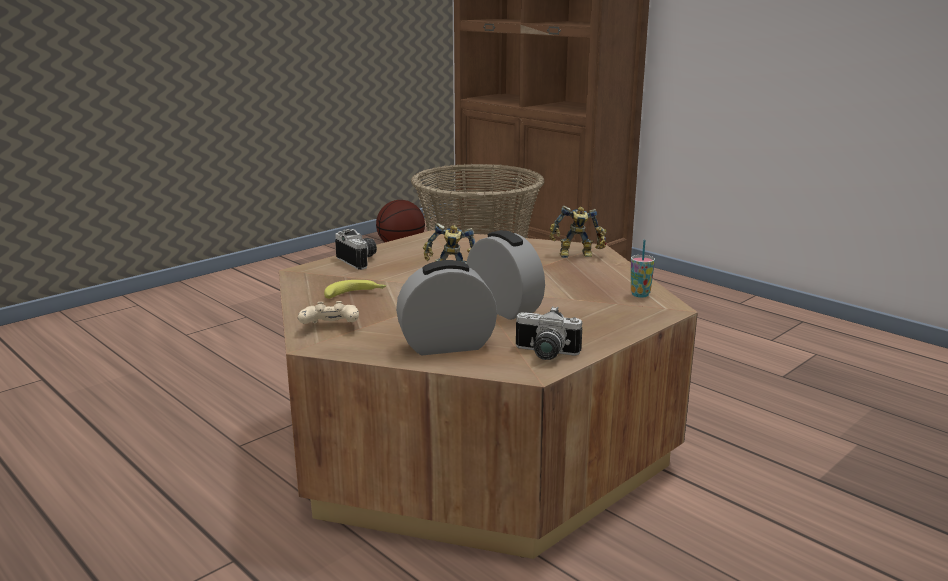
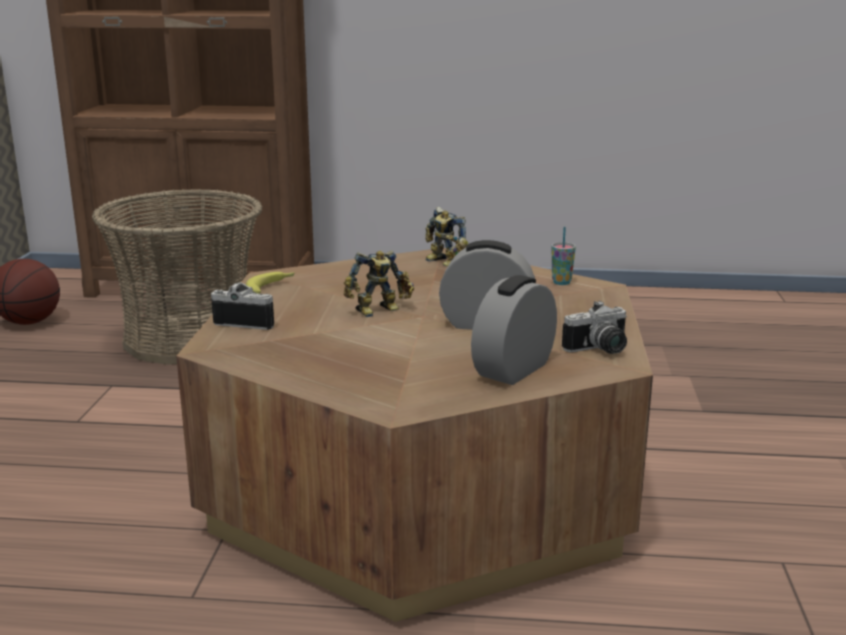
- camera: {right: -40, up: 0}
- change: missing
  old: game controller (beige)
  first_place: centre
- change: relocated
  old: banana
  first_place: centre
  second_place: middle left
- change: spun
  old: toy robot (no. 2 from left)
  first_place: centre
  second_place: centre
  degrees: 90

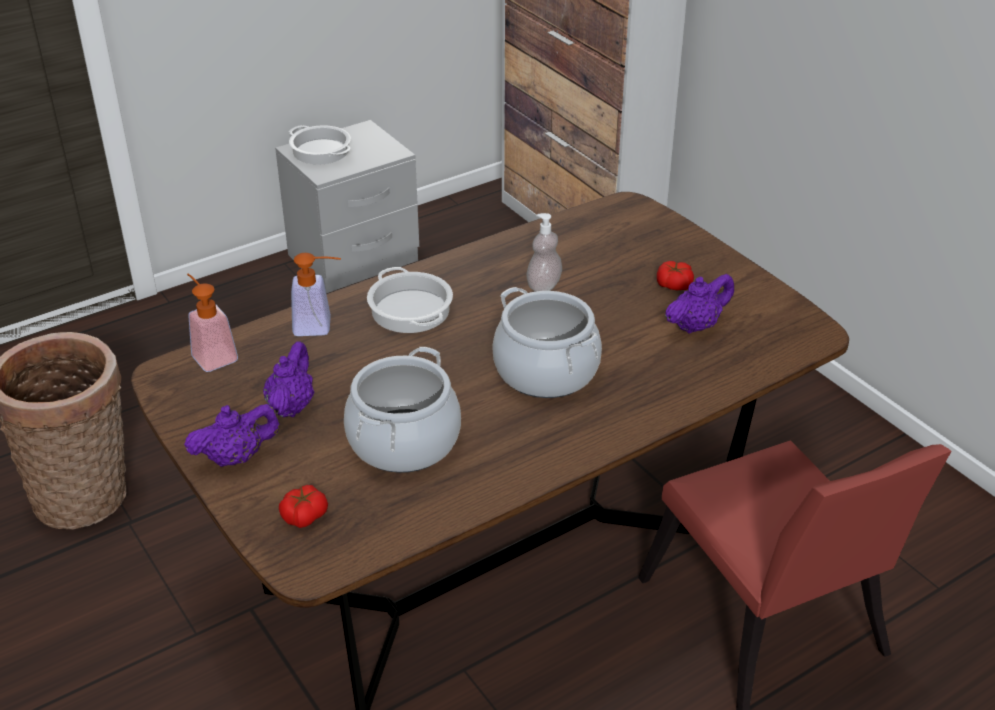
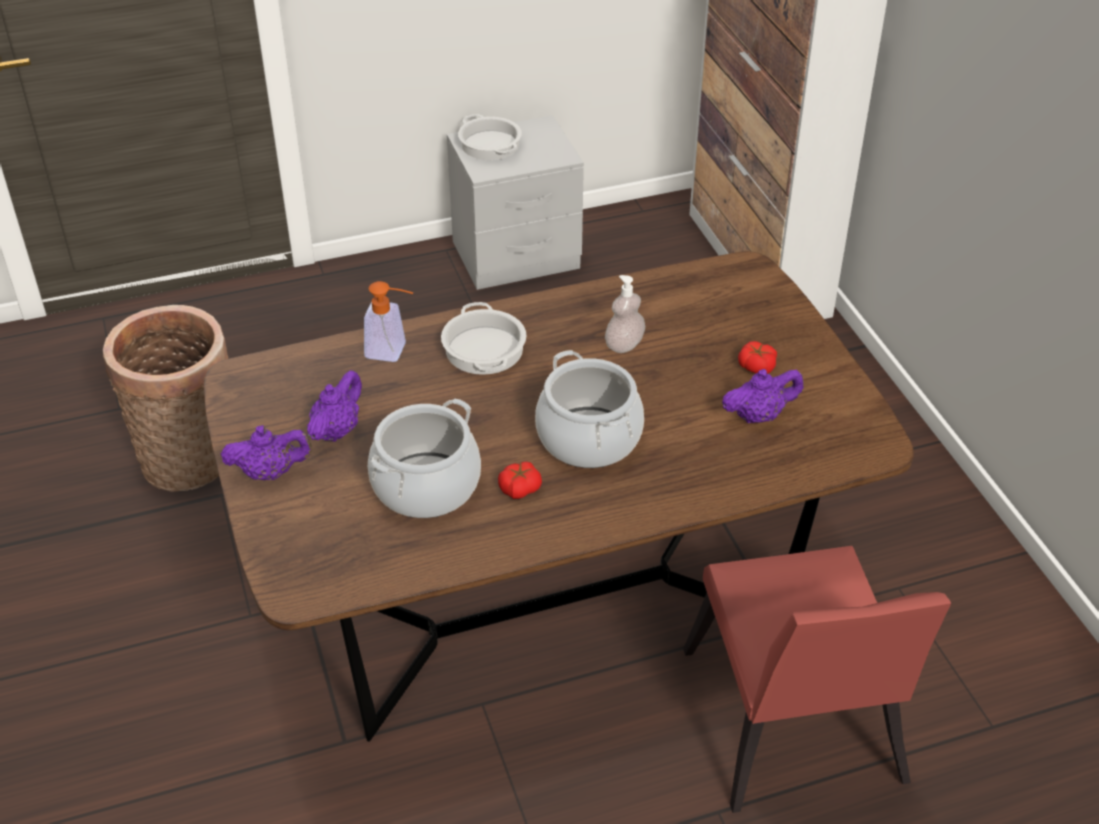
- camera: {right: 15, up: 5}
- change: missing
  old: soap dispenser (no. 1 from left)
  first_place: middle left
- change: relocated
  old: tomato (no. 1 from left)
  first_place: bottom left
  second_place: centre

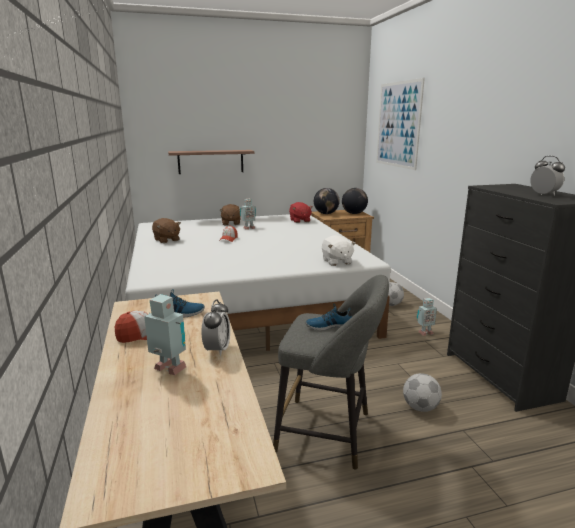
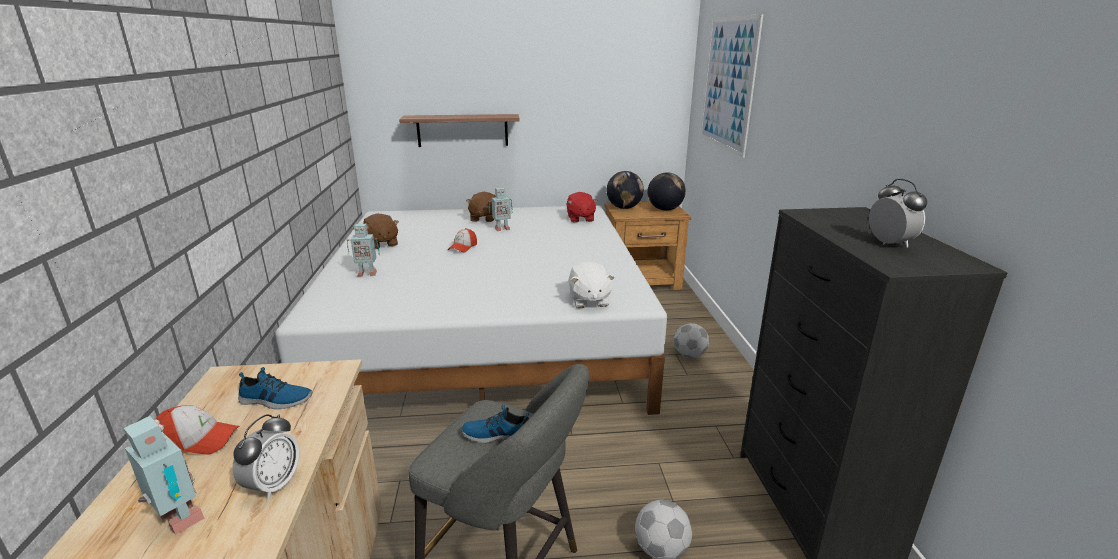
- camera: {right: 10, up: 5}
- change: relocated
  old: toy robot (no. 3 from left in the first image)
  new: toy robot (no. 2 from left)
  first_place: middle right
  second_place: middle left

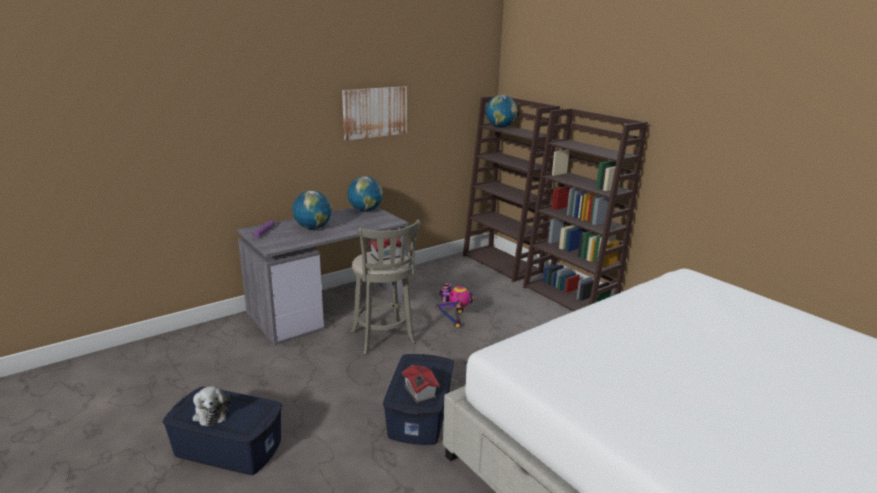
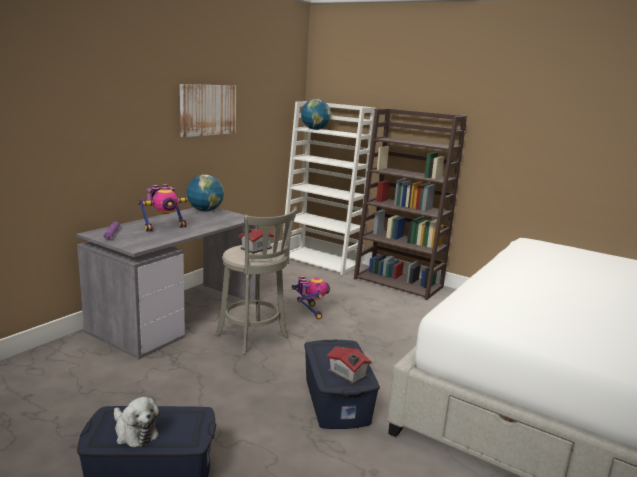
- camera: {right: -20, up: -5}
- change: exchanged
  old: globe (no. 1 from left)
  new: toy robot (no. 1 from left)
  first_place: centre
  second_place: middle left
- change: colour
  old: bookcase (brown) (no. 1 from left)
  new: bookcase (white)
  first_place: centre
  second_place: centre

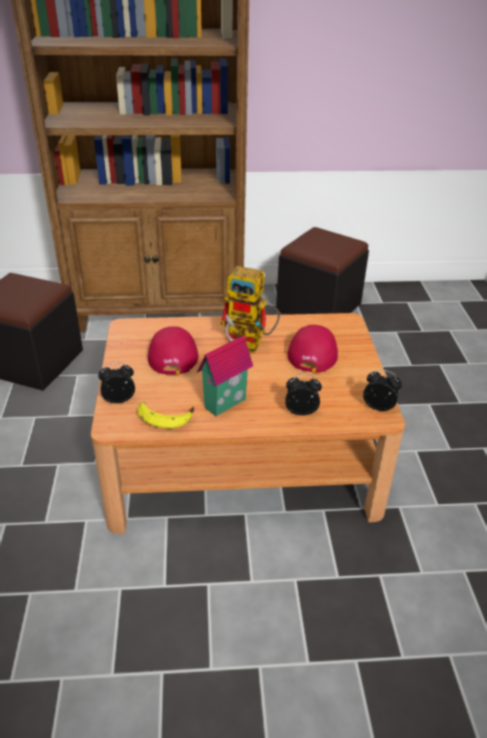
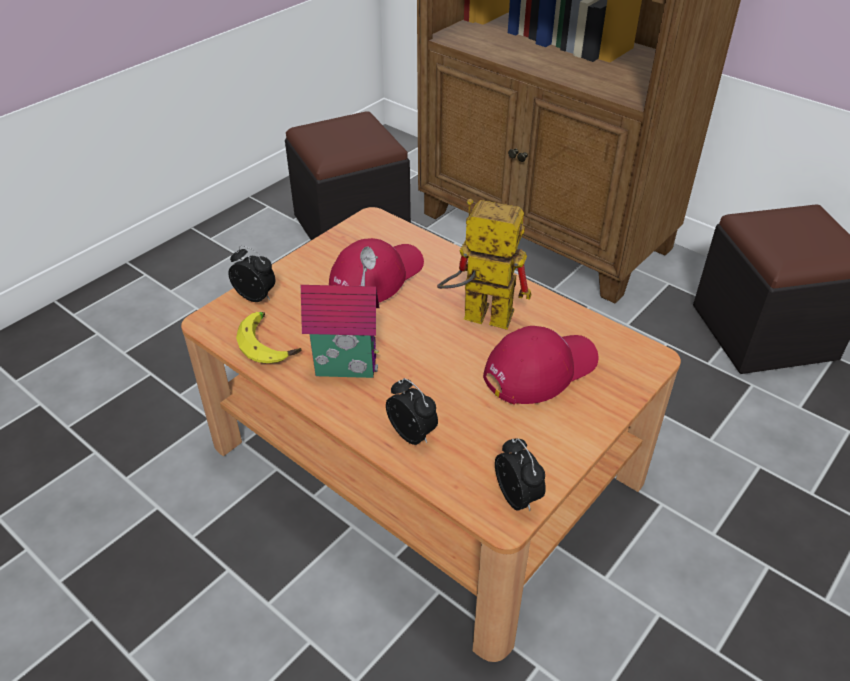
- camera: {right: 45, up: 5}
- change: spun
  old: toy robot
  first_place: centre
  second_place: centre
  degrees: 135

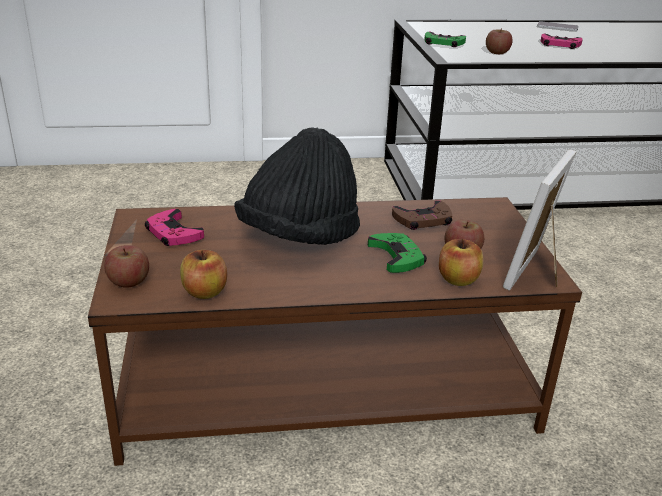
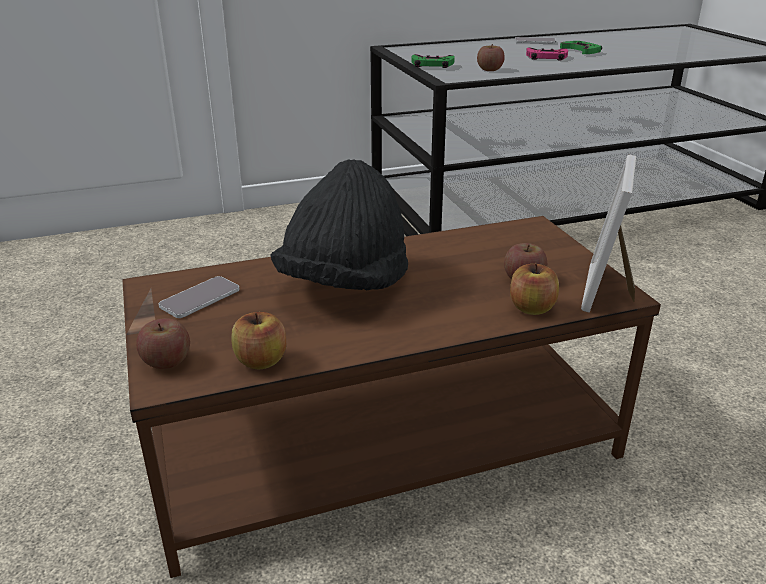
- camera: {right: -10, up: 0}
- change: exchanged
  old: game controller (pink) (no. 1 from left)
  new: phone (no. 1 from left)
  first_place: middle left
  second_place: middle left
- change: relocated
  old: game controller (green) (no. 1 from left in the first image)
  new: game controller (green) (no. 2 from left)
  first_place: centre
  second_place: top right
- change: missing
  old: game controller (brown)
  first_place: centre

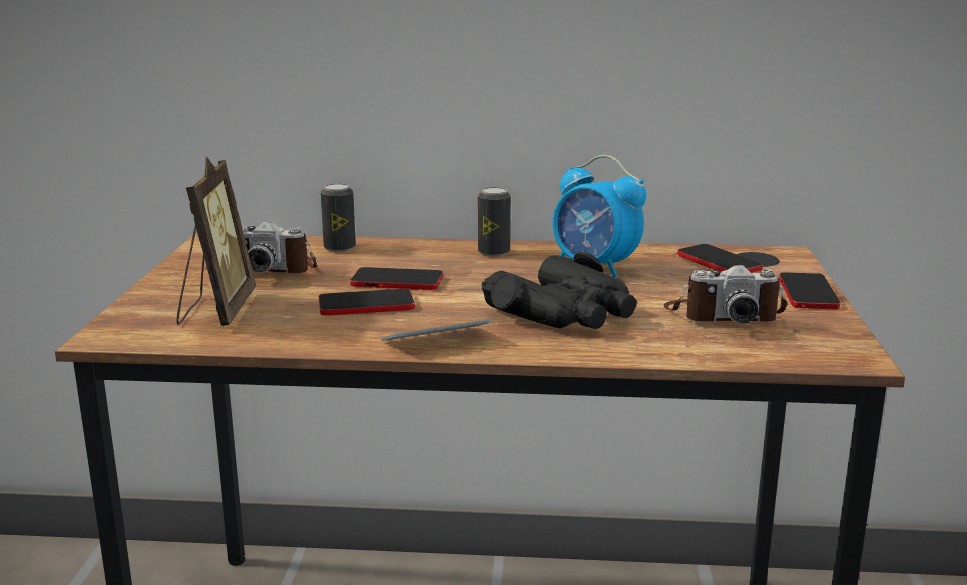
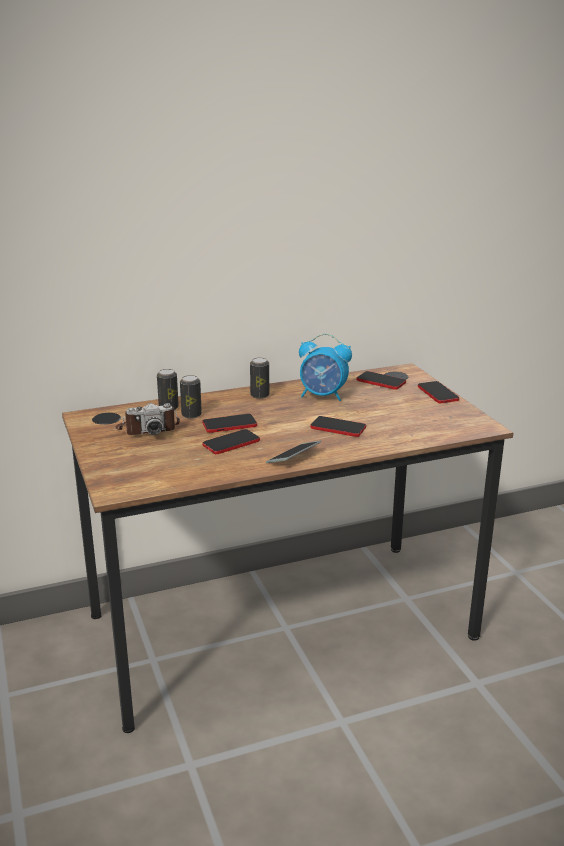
- camera: {right: -25, up: 5}
- change: missing
  old: picture frame
  first_place: middle left
- change: exchanged
  old: binoculars (black)
  new: phone (no. 4 from left)
  first_place: centre
  second_place: centre
- change: missing
  old: photo camera (no. 2 from left)
  first_place: middle right
- change: appeared
  new: can (no. 2 from left)
  second_place: centre

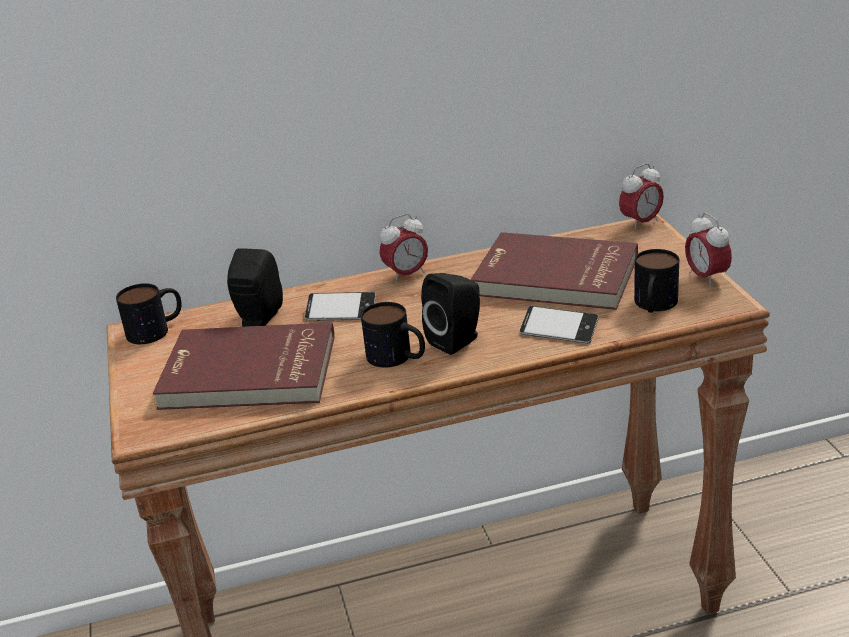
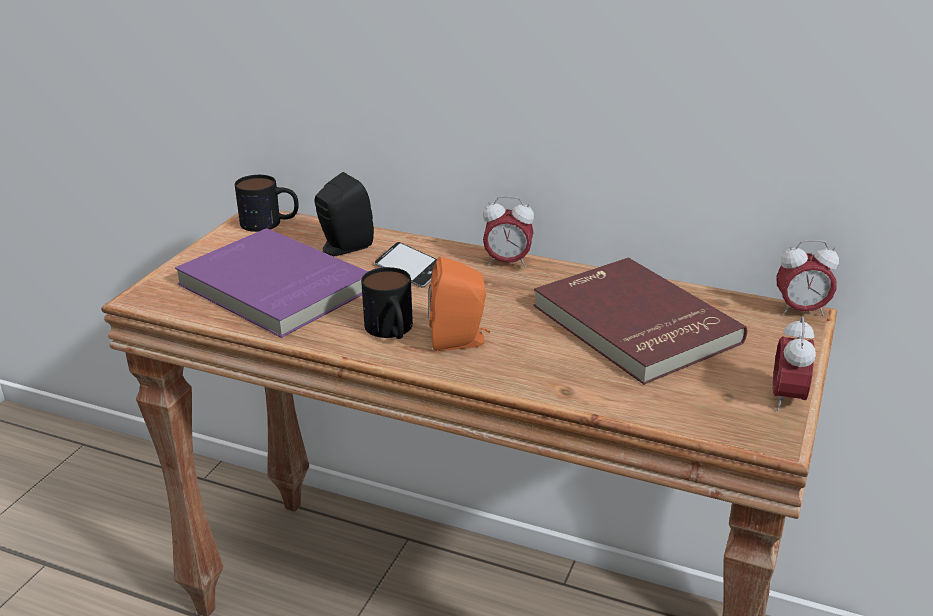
- camera: {right: 35, up: 0}
- change: colour
  old: book (red) (no. 1 from left)
  new: book (purple)
  first_place: middle left
  second_place: middle left
- change: colour
  old: speaker (black) (no. 2 from left)
  new: speaker (orange)
  first_place: centre
  second_place: centre
- change: missing
  old: phone (no. 2 from left)
  first_place: centre
- change: missing
  old: mug (no. 3 from left)
  first_place: middle right

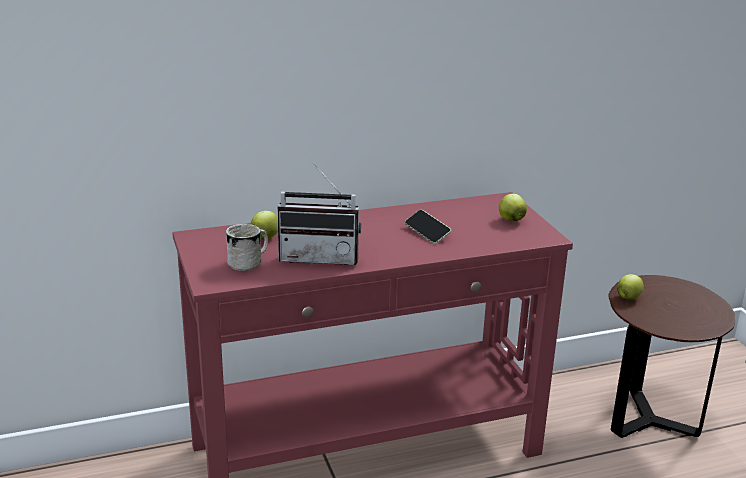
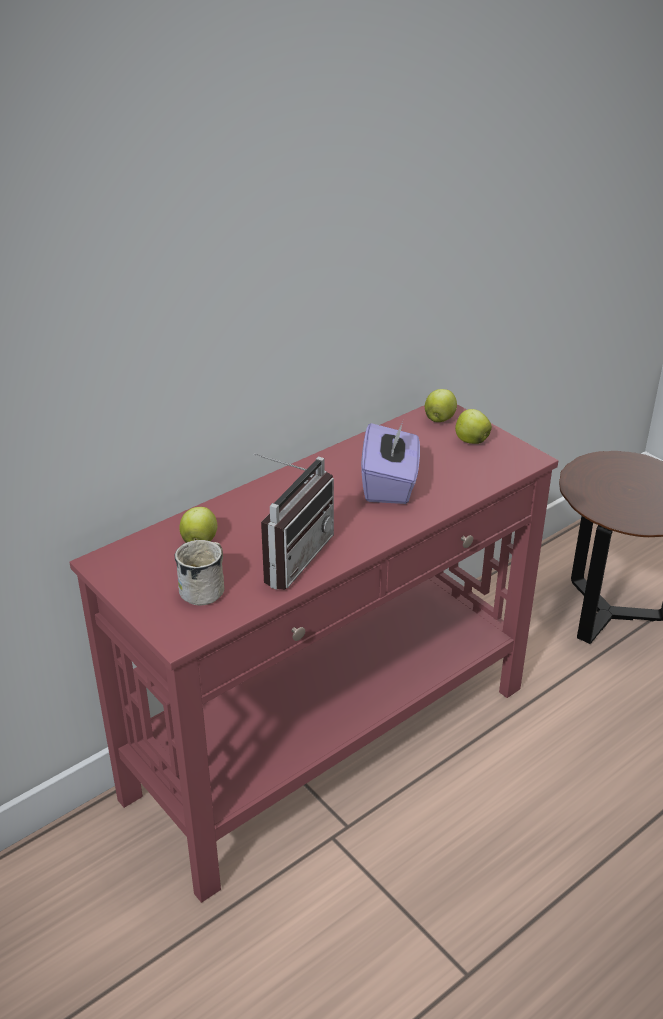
- camera: {right: -20, up: 10}
- change: spun
  old: radio
  first_place: centre
  second_place: centre
  degrees: -45
- change: exchanged
  old: phone
  new: tissue box (purple)
  first_place: centre
  second_place: centre
- change: relocated
  old: apple (no. 3 from left in the first image)
  new: apple (no. 2 from left)
  first_place: middle right
  second_place: centre

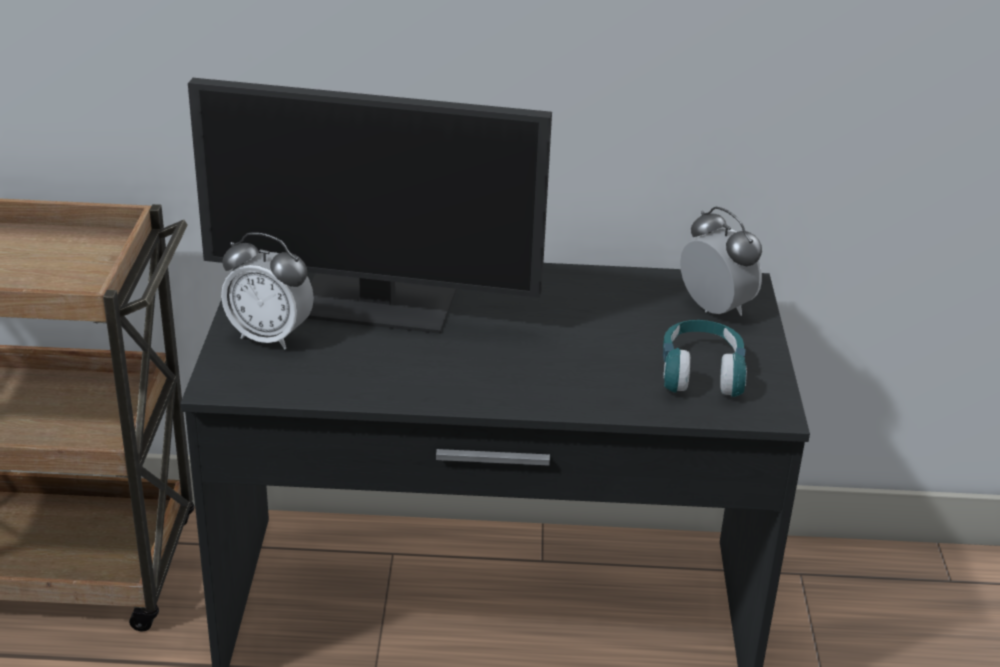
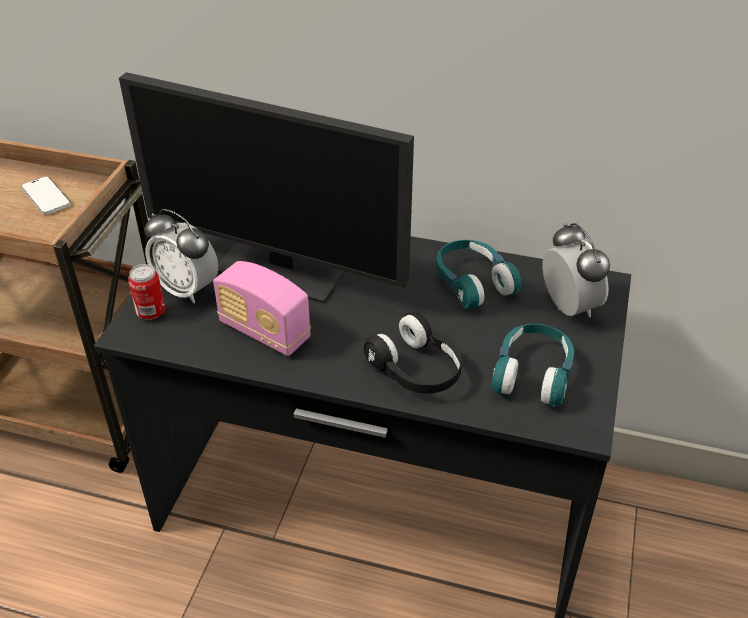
- camera: {right: 15, up: 10}
- change: appeared
  new: phone
  second_place: top left
- change: appeared
  new: can
  second_place: middle left
- change: appeared
  new: radio
  second_place: centre
- change: appeared
  new: headphones (black)
  second_place: centre
- change: appeared
  new: headphones (turquoise) (no. 1 from left)
  second_place: centre

